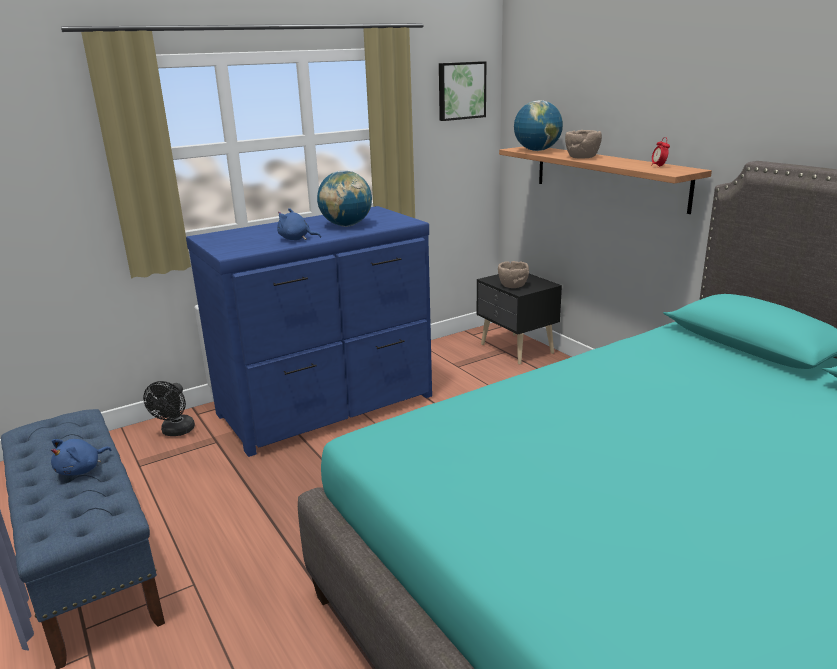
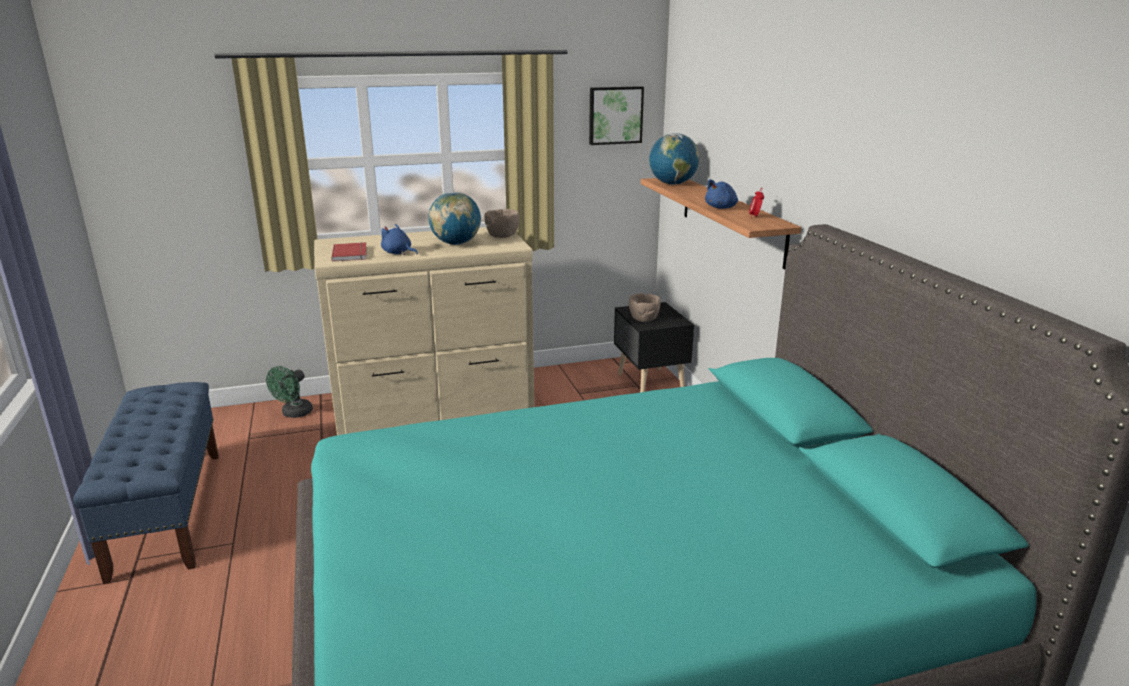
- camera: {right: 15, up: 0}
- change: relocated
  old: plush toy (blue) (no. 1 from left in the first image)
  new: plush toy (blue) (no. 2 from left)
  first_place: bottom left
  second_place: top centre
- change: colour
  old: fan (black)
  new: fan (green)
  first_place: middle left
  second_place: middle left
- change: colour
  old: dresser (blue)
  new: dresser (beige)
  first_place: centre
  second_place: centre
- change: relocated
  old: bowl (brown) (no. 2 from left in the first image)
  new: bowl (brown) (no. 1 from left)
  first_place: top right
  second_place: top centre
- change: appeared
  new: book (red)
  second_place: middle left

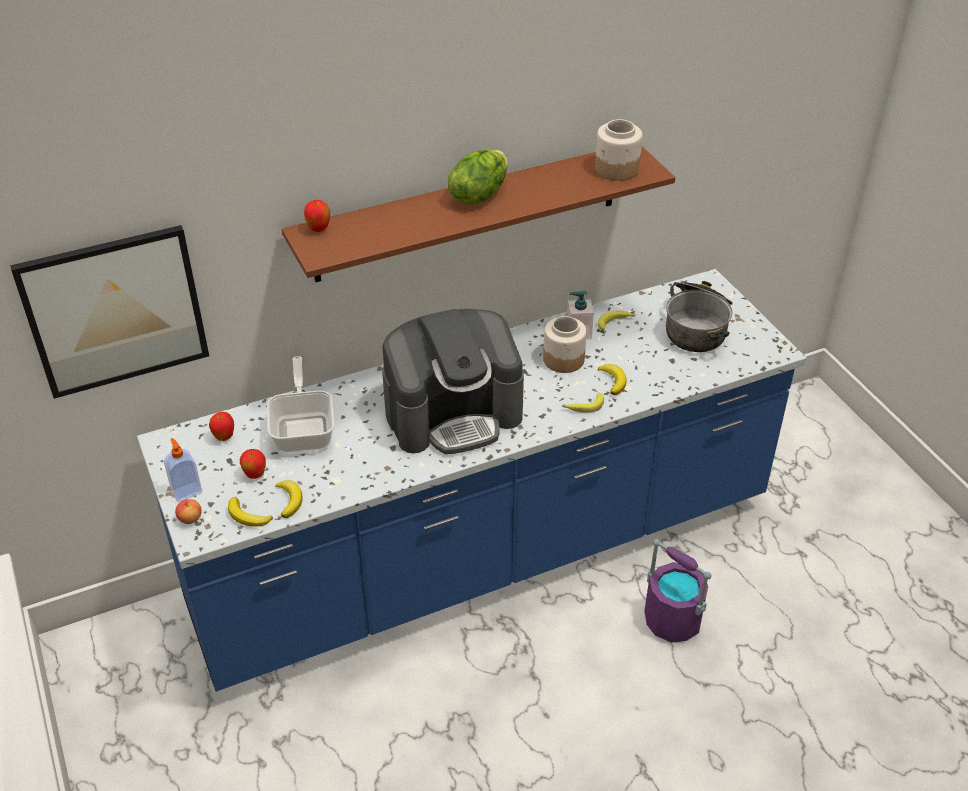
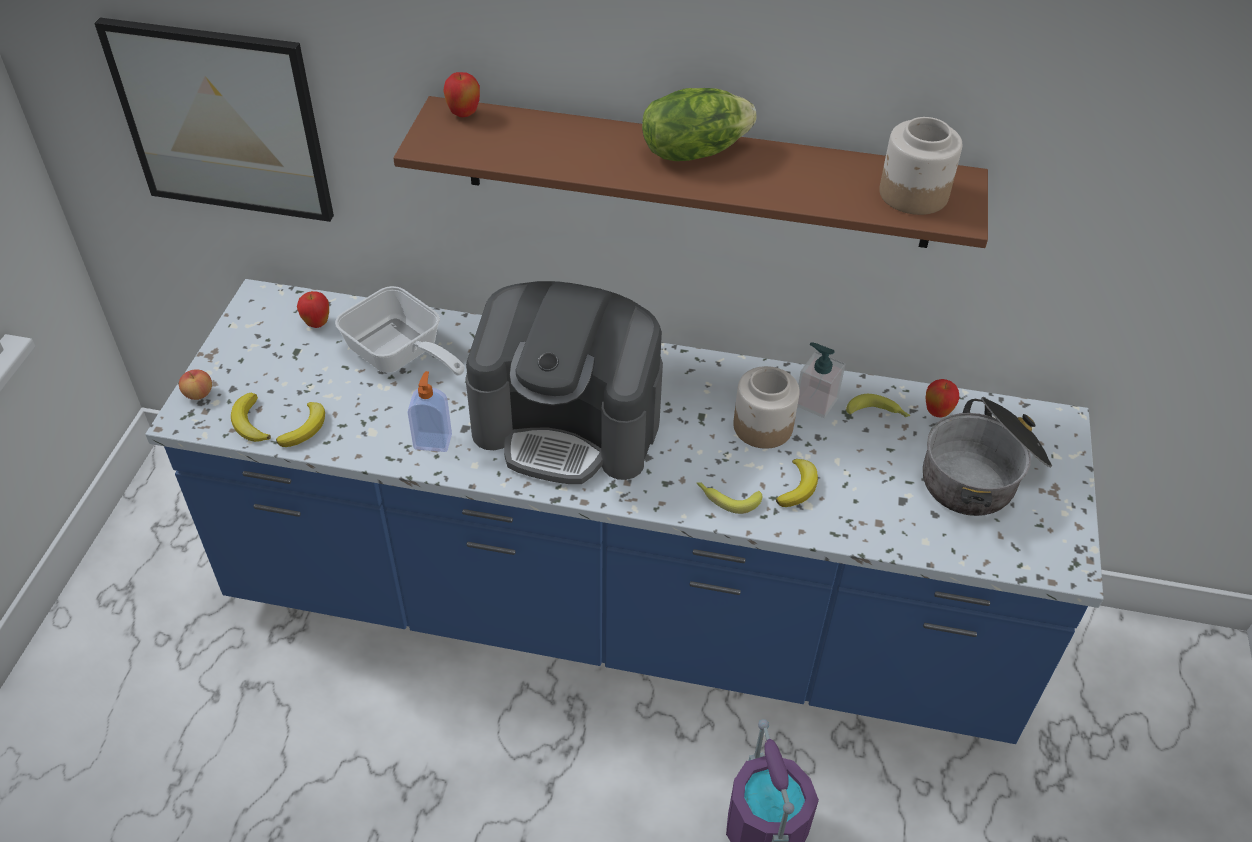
- camera: {right: 35, up: 5}
- change: relocated
  old: soap dispenser (no. 1 from left)
  first_place: middle left
  second_place: centre
- change: relocated
  old: apple (no. 3 from left in the first image)
  new: apple (no. 4 from left)
  first_place: middle left
  second_place: middle right
- change: spun
  old: frying pan
  first_place: middle left
  second_place: middle left
  degrees: 105

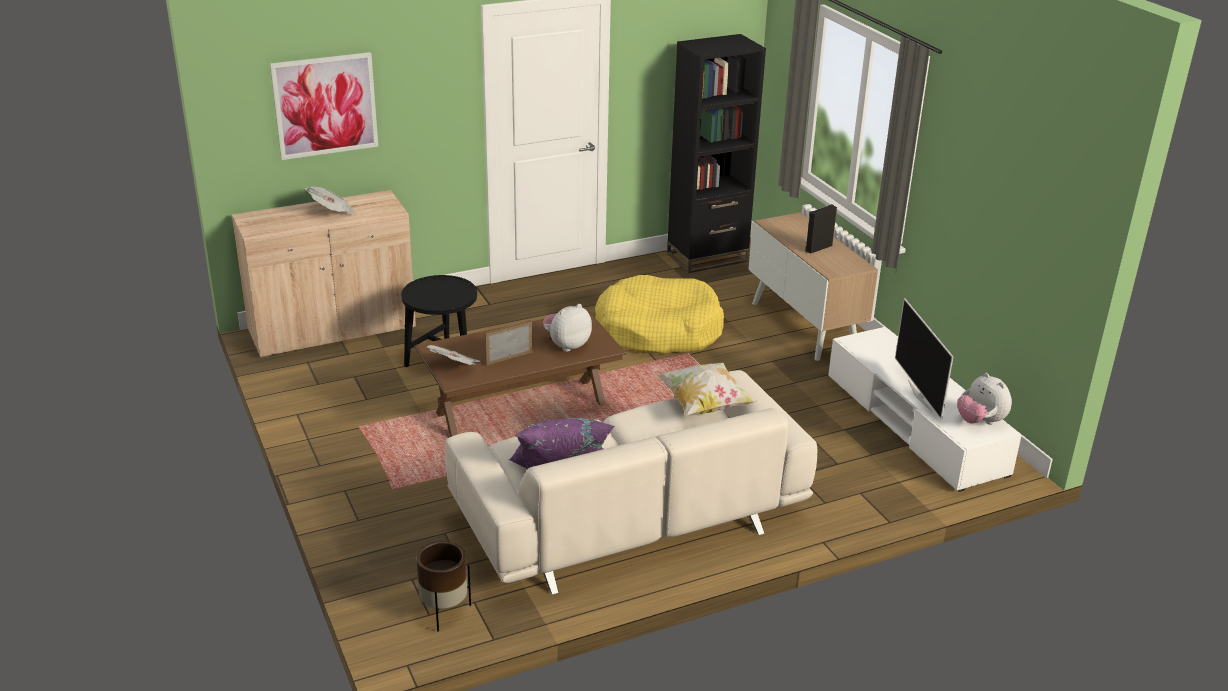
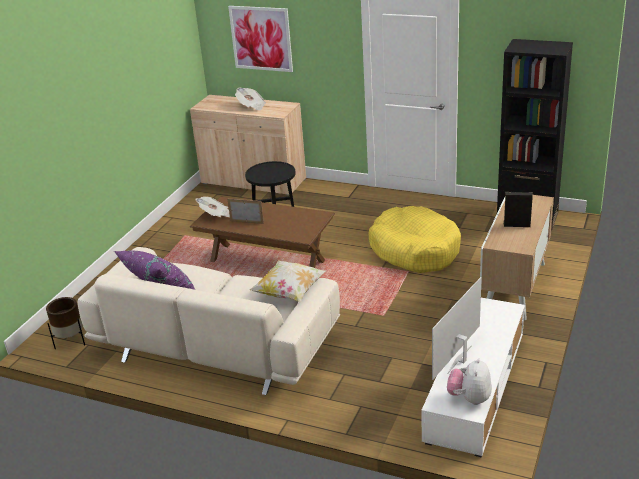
- camera: {right: 50, up: 0}
- change: missing
  old: plush toy (no. 1 from left)
  first_place: centre

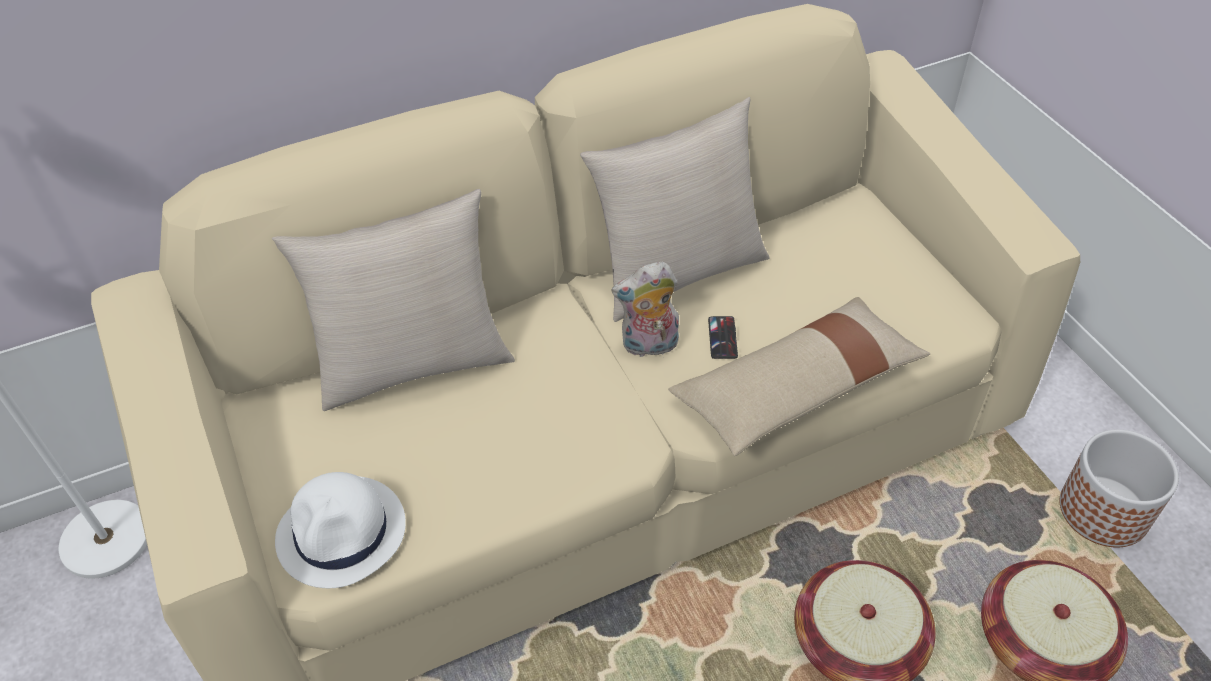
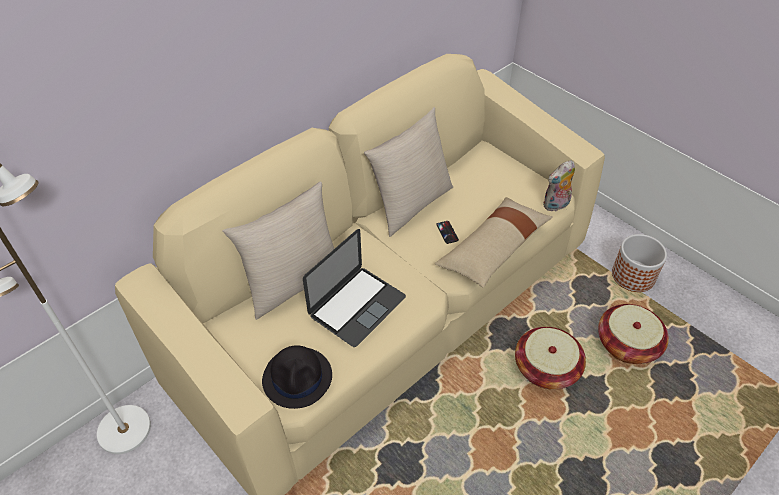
- camera: {right: -20, up: 0}
- change: colour
  old: hat (white)
  new: hat (black)
  first_place: bottom left
  second_place: bottom centre
- change: relocated
  old: plush toy
  first_place: centre
  second_place: middle right
- change: appeared
  new: laptop
  second_place: centre

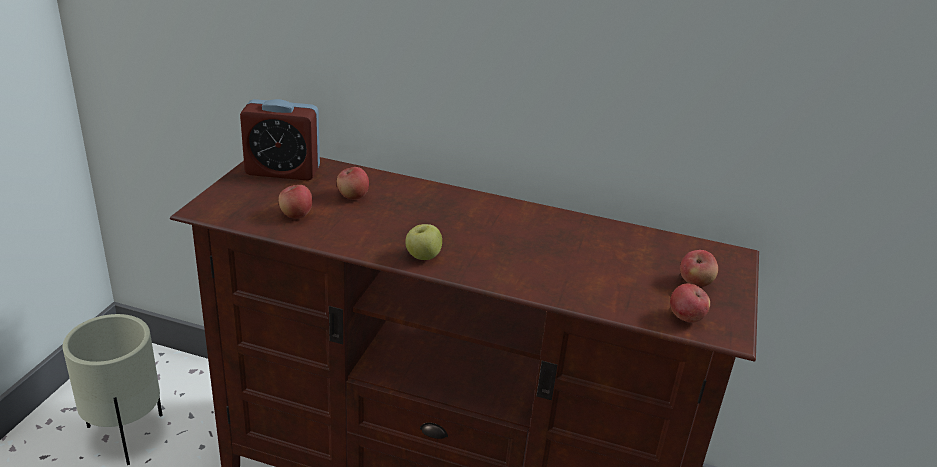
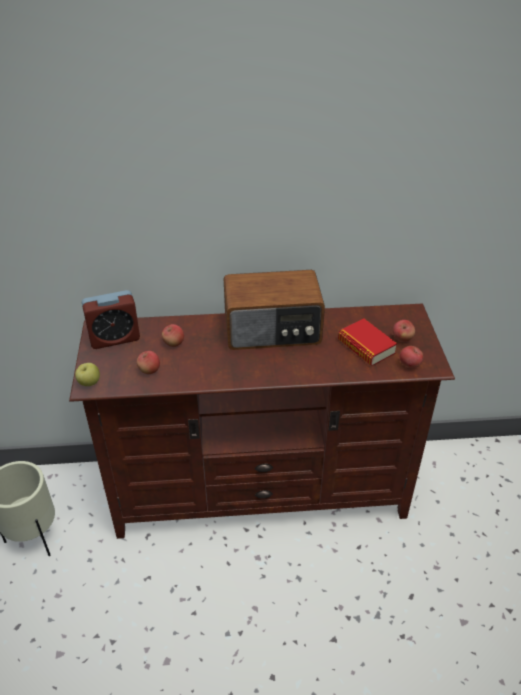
- camera: {right: -20, up: 10}
- change: relocated
  old: apple (no. 3 from left in the first image)
  new: apple (no. 1 from left)
  first_place: centre
  second_place: middle left
- change: appeared
  new: radio
  second_place: centre
- change: appeared
  new: book
  second_place: middle right

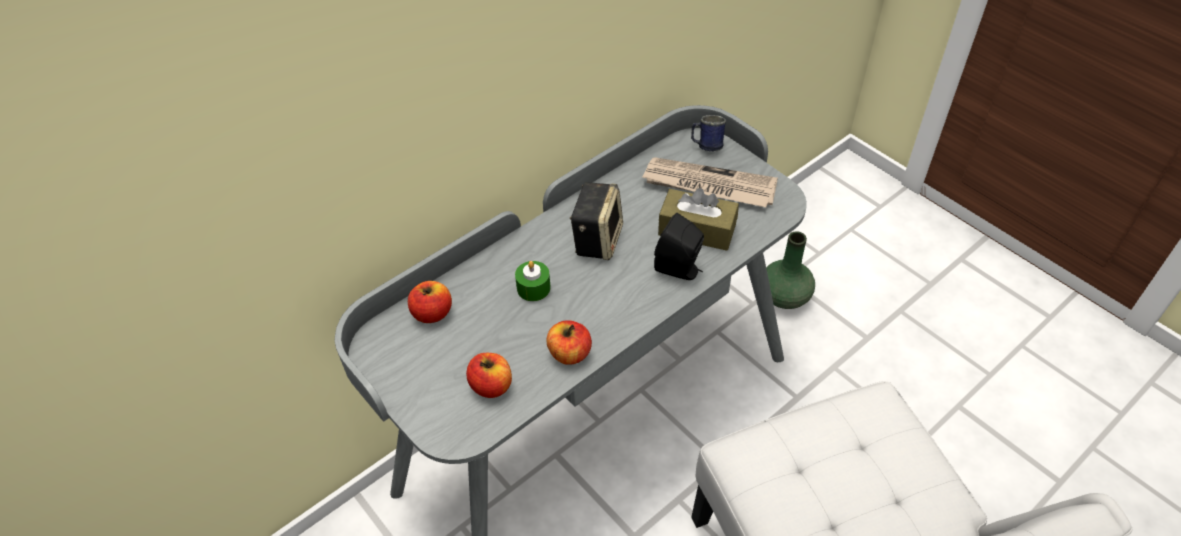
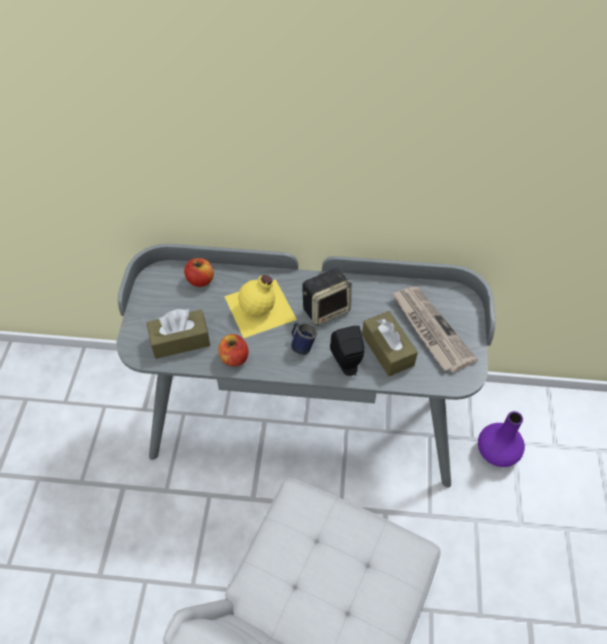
- camera: {right: 45, up: 5}
- change: exchanged
  old: apple (no. 2 from left)
  new: tissue box (brown) (no. 1 from left)
  first_place: bottom centre
  second_place: middle left
- change: exchanged
  old: candle (green)
  new: bottle (yellow)
  first_place: centre
  second_place: centre
- change: relocated
  old: mug (blue)
  first_place: top centre
  second_place: centre
- change: colour
  old: vase (green)
  new: vase (purple)
  first_place: middle right
  second_place: bottom right

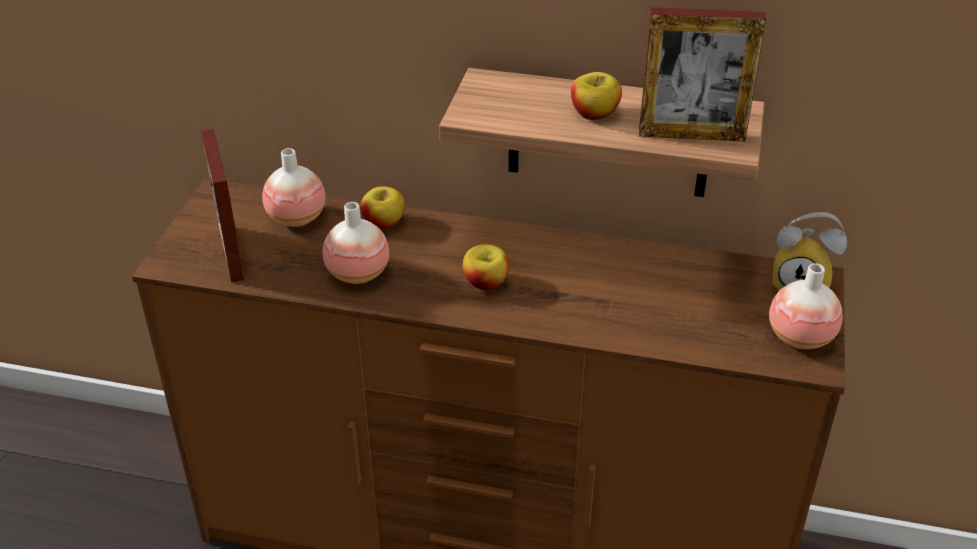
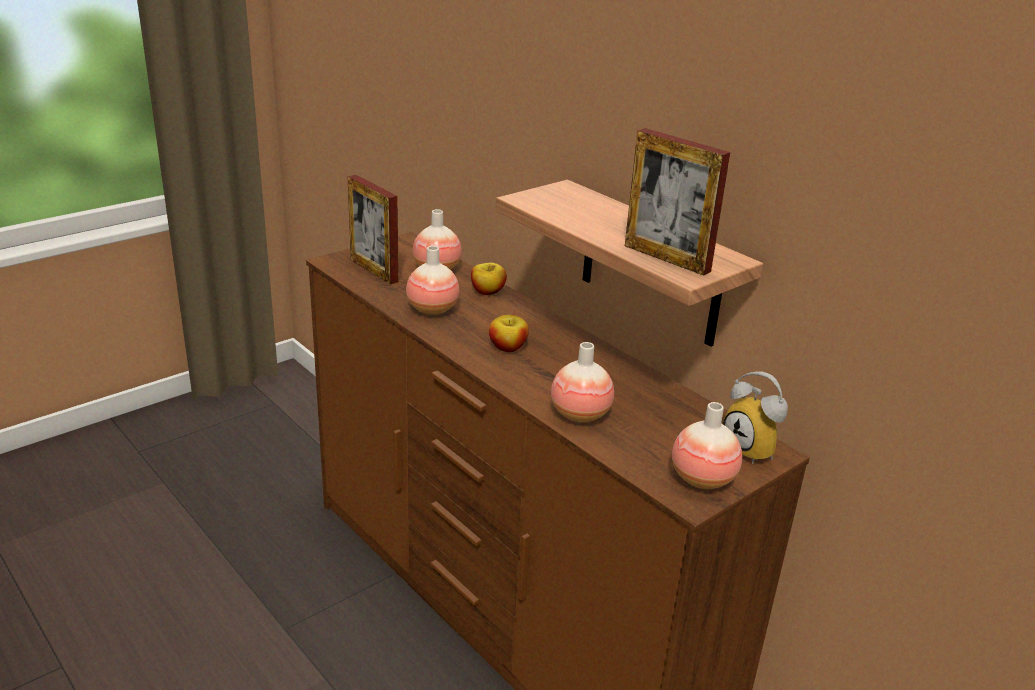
- camera: {right: 35, up: -10}
- change: spun
  old: picture frame (no. 1 from left)
  first_place: middle left
  second_place: centre
  degrees: -60
- change: missing
  old: apple (no. 3 from left)
  first_place: top centre
- change: appeared
  new: vase (no. 3 from left)
  second_place: centre

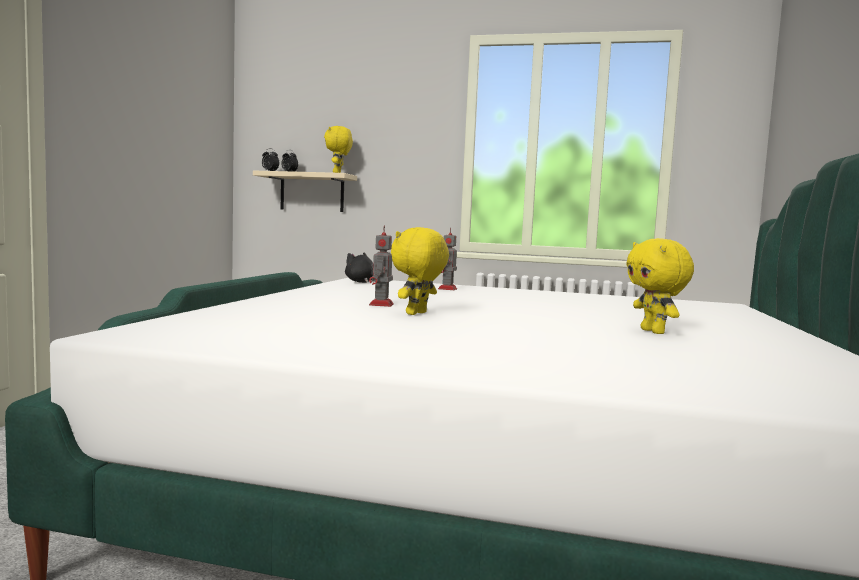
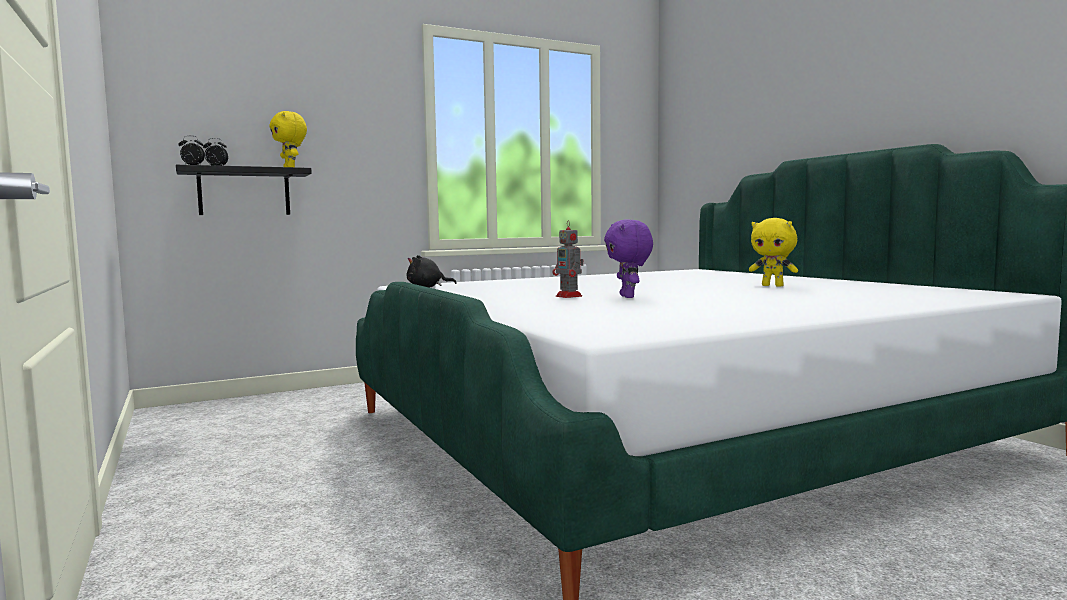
- camera: {right: -40, up: 0}
- change: colour
  old: shelf (beige)
  new: shelf (black)
  first_place: top centre
  second_place: top left
- change: colour
  old: plush toy (yellow) (no. 2 from left)
  new: plush toy (purple)
  first_place: centre
  second_place: centre
- change: missing
  old: toy robot (no. 2 from left)
  first_place: centre

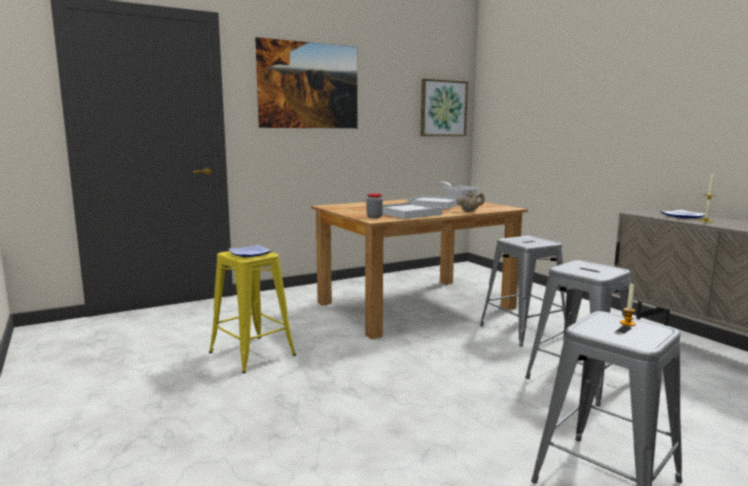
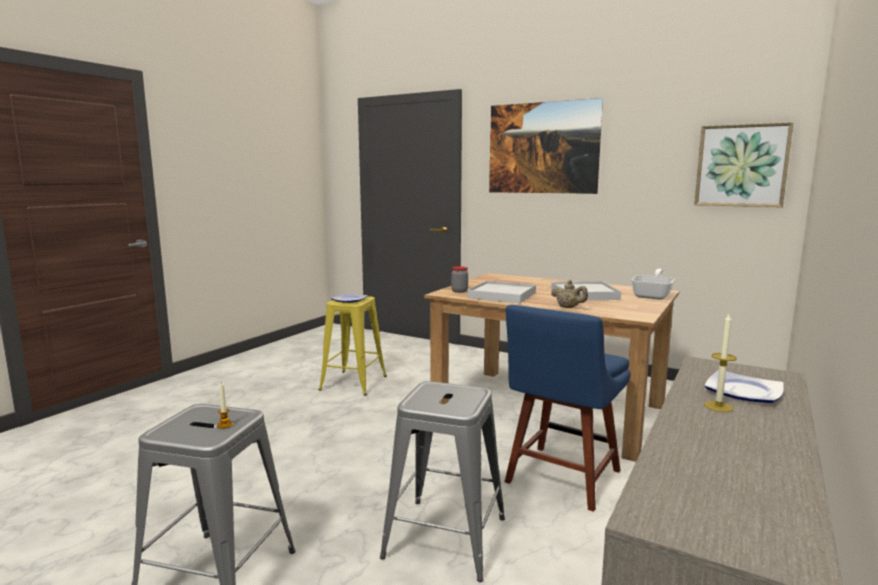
- camera: {right: 60, up: 0}
- change: exchanged
  old: stool (grey) (no. 1 from left)
  new: chair (blue)
  first_place: middle right
  second_place: bottom centre

